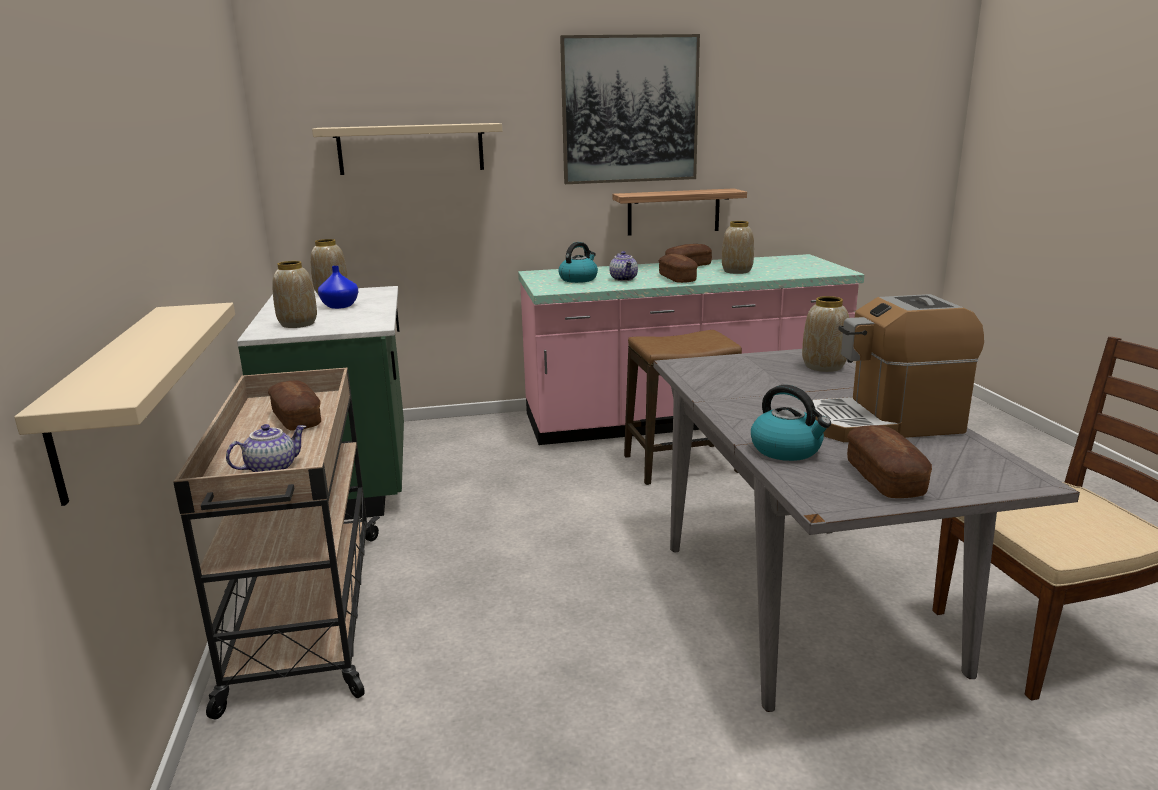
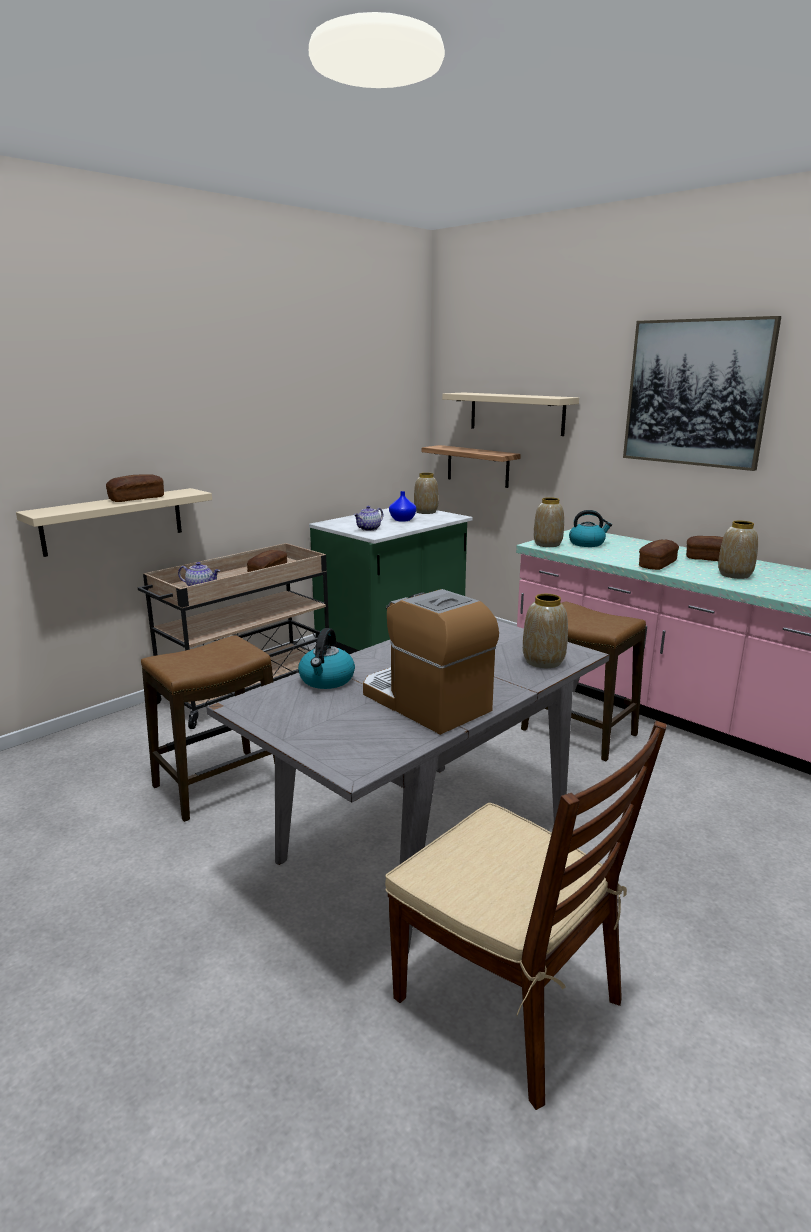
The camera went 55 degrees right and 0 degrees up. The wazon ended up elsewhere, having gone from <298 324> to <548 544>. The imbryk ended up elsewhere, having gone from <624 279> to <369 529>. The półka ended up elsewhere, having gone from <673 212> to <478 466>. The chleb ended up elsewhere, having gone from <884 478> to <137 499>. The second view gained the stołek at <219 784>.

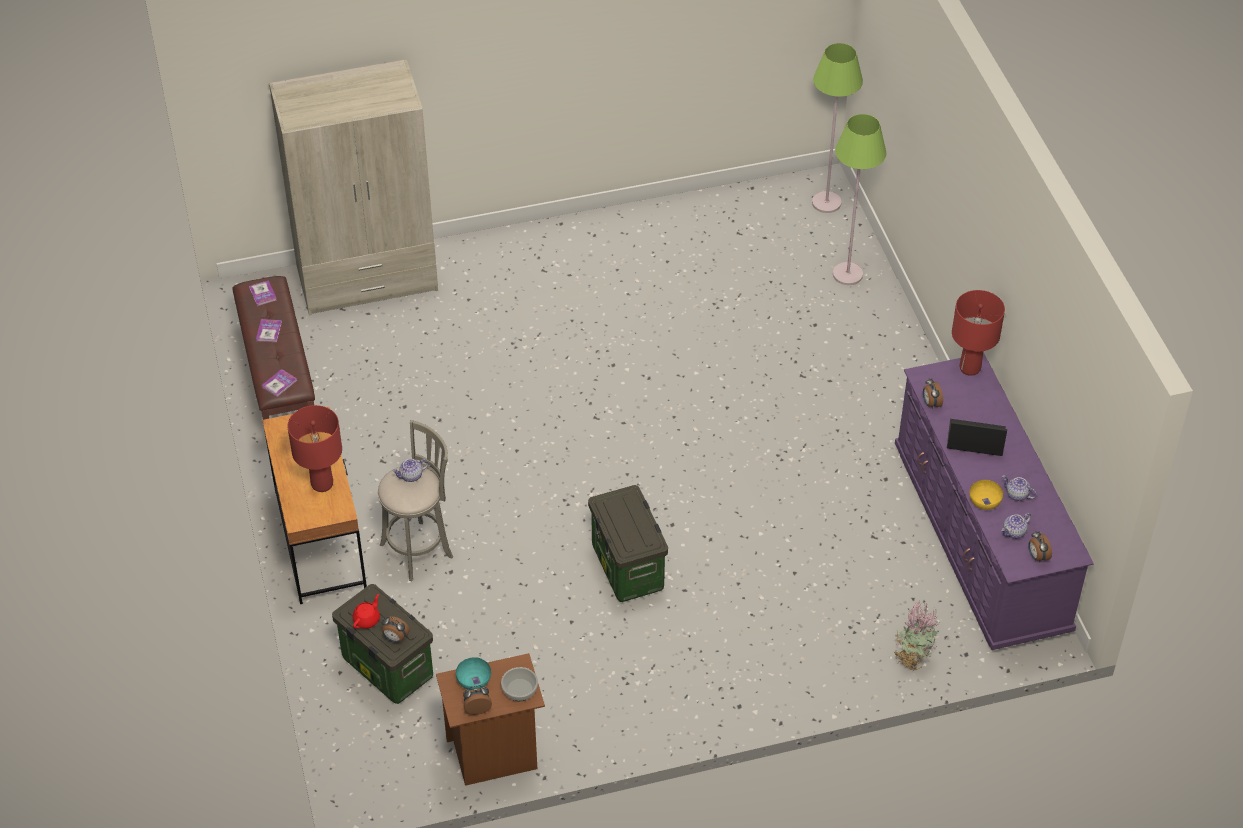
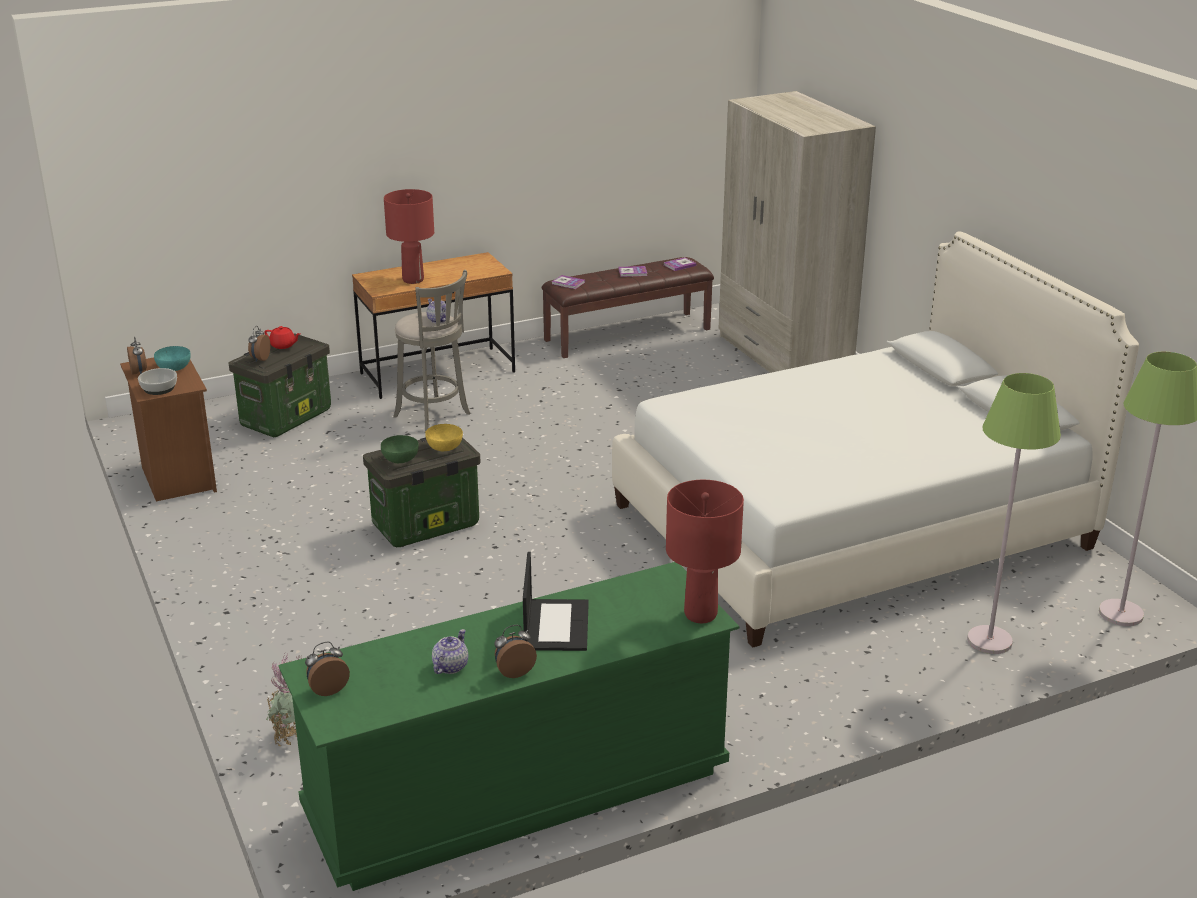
The camera went 80 degrees right and 20 degrees down. What was the komoda/fioletowy at <979 540> turned into the komoda/zielony at <517 791>. The budzik ended up elsewhere, having gone from <930 403> to <514 671>. The miska/żółty ended up elsewhere, having gone from <984 501> to <445 447>. The second view lost the imbryk at <1014 532>. The second view gained the miska/zielony at <401 458>. The second view gained the łóżko/biały at <852 526>.

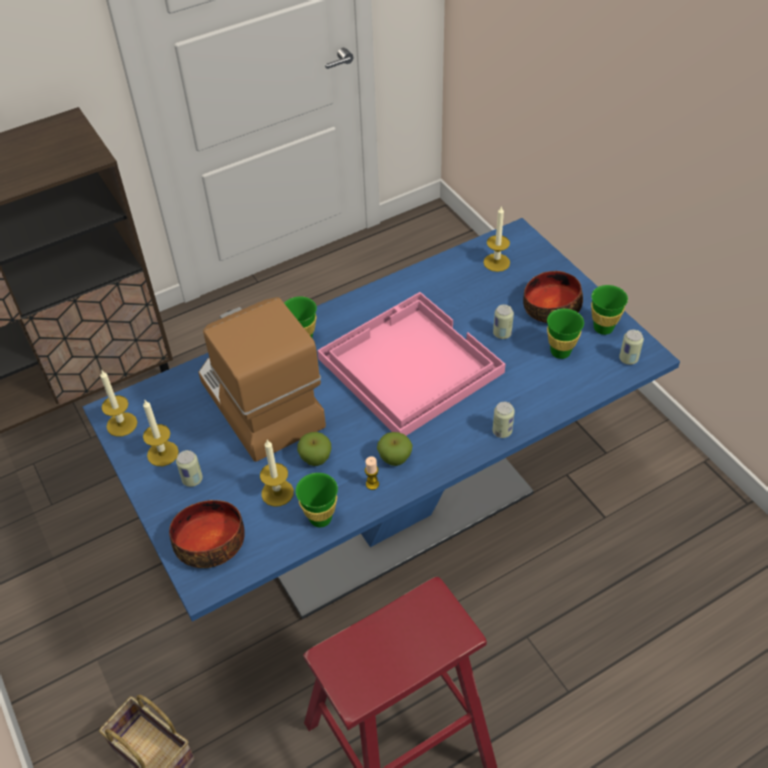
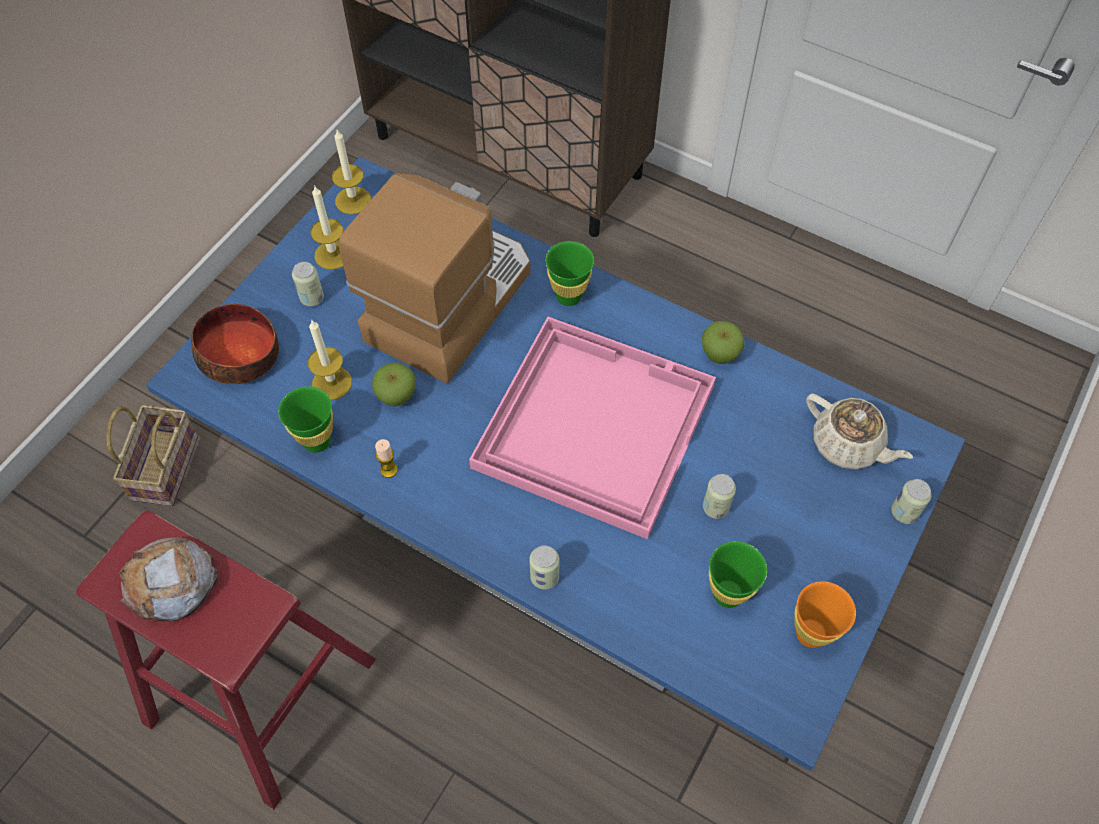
The camera went 60 degrees right and 10 degrees up. The jabłko ended up elsewhere, having gone from <395 459> to <719 354>. Where the świeca stood at <496 262>, the imbryk/beżowy came to stand at <848 445>. The second view lost the miska at <551 306>. What was the filiżanka/zielony at <603 328> turned into the filiżanka/pomarańczowy at <811 633>. The puszka ended up elsewhere, having gone from <628 359> to <904 512>. The second view gained the chleb at <170 583>.

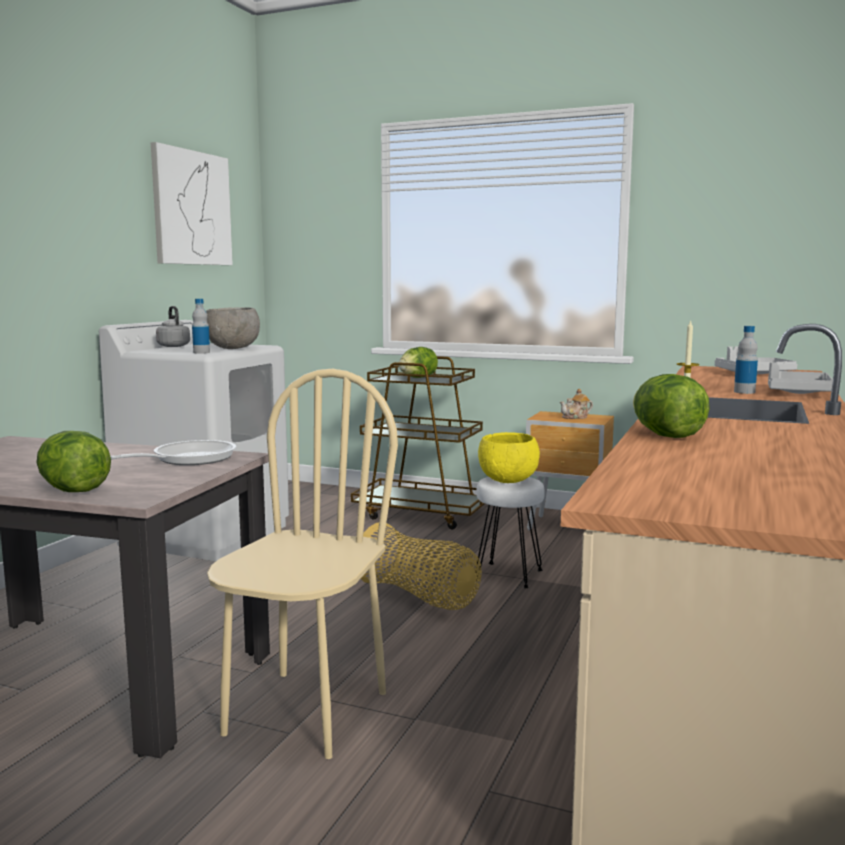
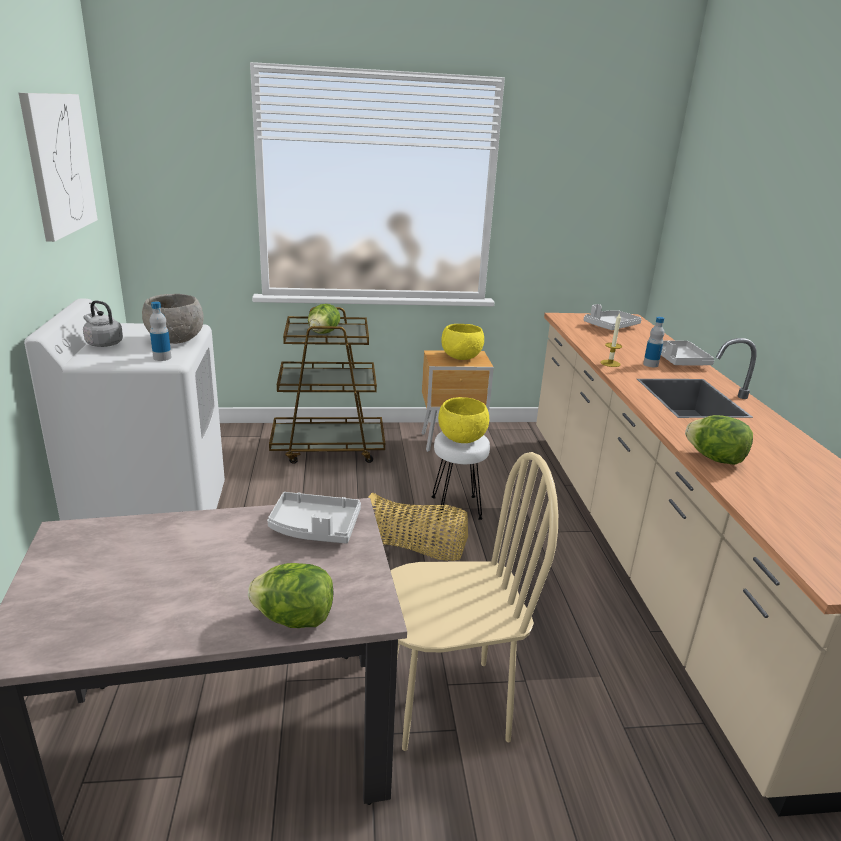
The camera went 30 degrees left and 15 degrees up. Where the patelnia stood at <188 459>, the taca/szary came to stand at <315 528>. The krzesło/beżowy at <305 712> ended up facing another way, 90 degrees clockwise from before. Where the imbryk stood at <576 417>, the miska/żółty came to stand at <461 358>.

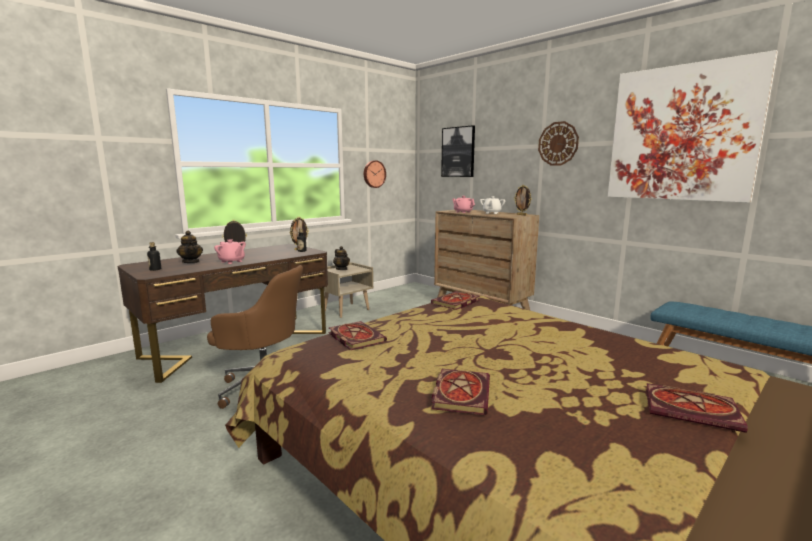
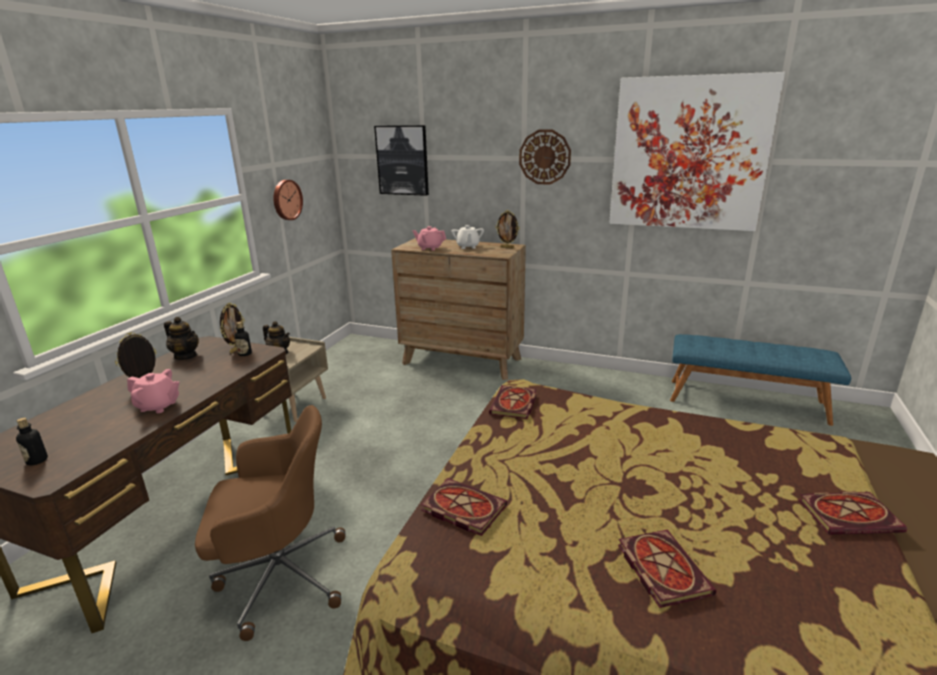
The camera went 25 degrees left and 10 degrees up. The imbryk ended up elsewhere, having gone from <191 262> to <186 356>.

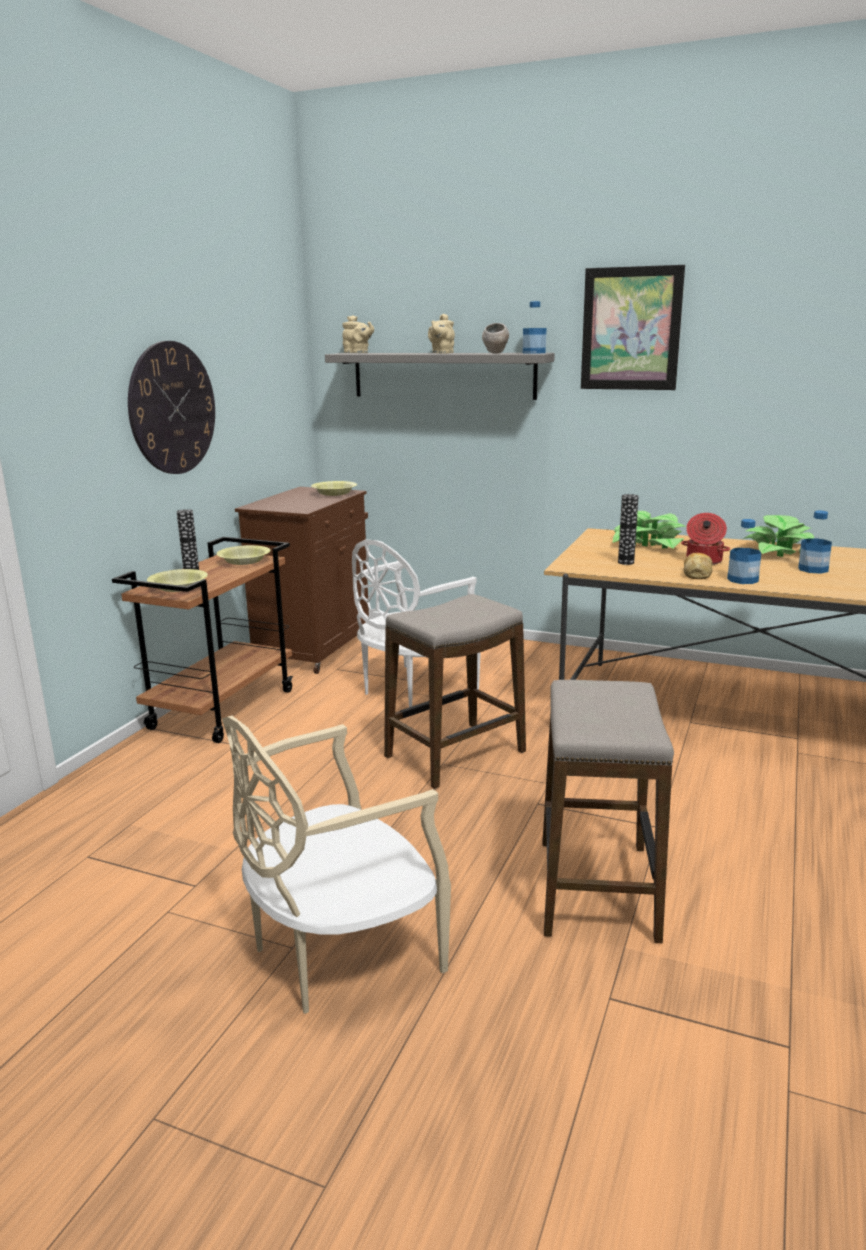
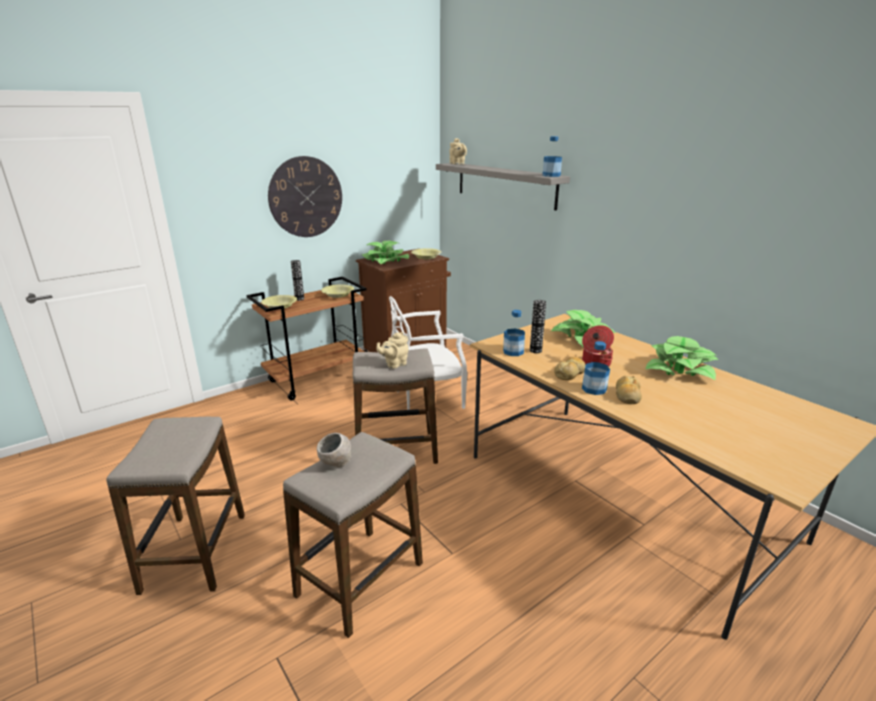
The camera went 30 degrees right and 5 degrees up. Where the krzesło/beżowy stood at <339 952>, the stołek came to stand at <195 552>. The imbryk/beżowy ended up elsewhere, having gone from <442 353> to <394 364>. The miska/szary ended up elsewhere, having gone from <495 353> to <336 465>. The second view lost the obraz at <631 329>. The butelka ended up elsewhere, having gone from <813 569> to <513 352>. The second view gained the roślina doniczkowa at <385 261>. The second view gained the chleb at <627 396>.

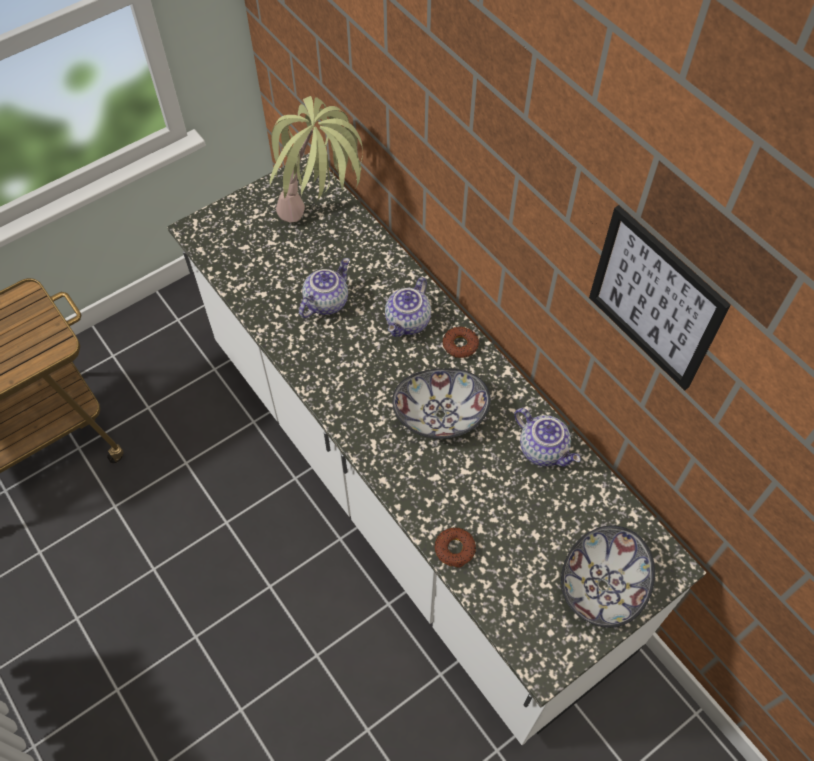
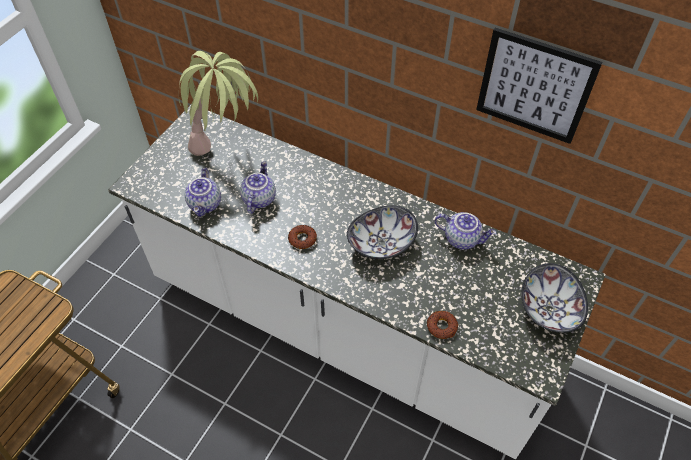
The camera went 25 degrees left and 5 degrees down. The imbryk ended up elsewhere, having gone from <408 322> to <206 204>. The donut ended up elsewhere, having gone from <460 345> to <302 239>.

